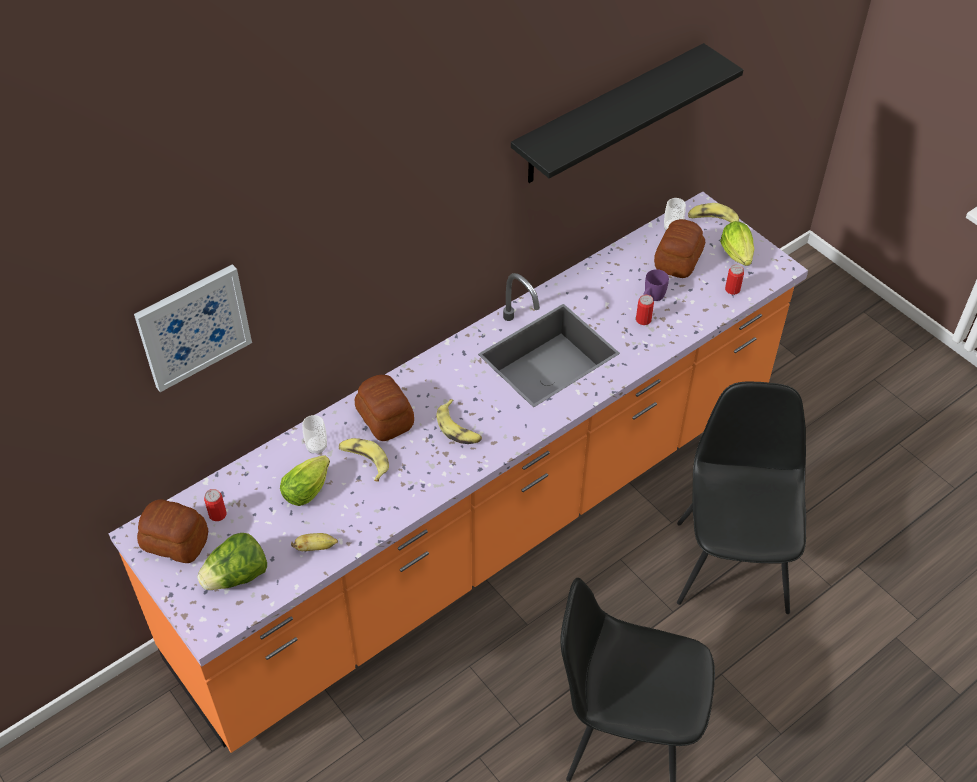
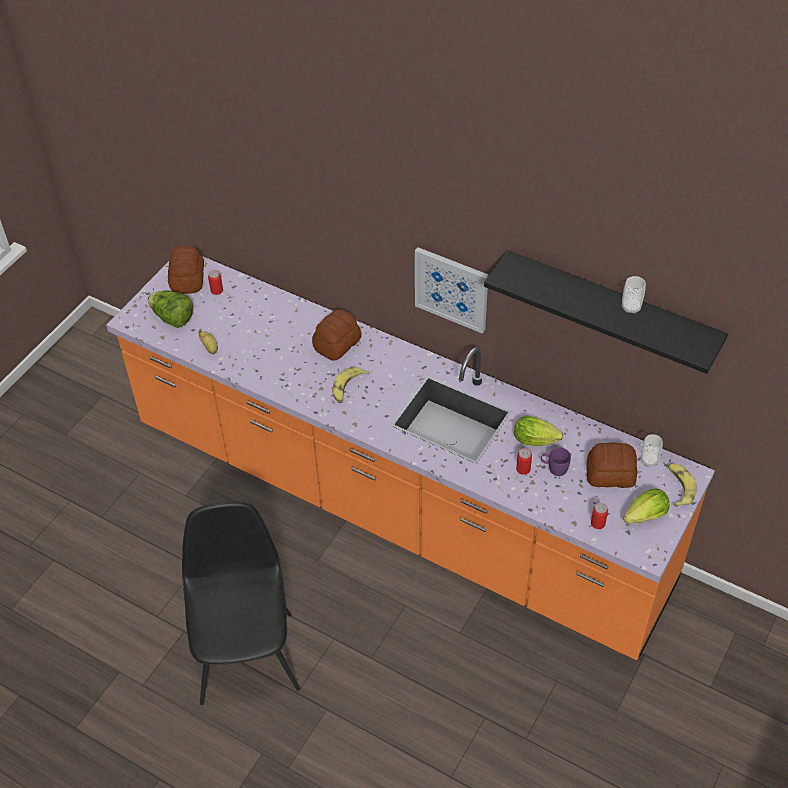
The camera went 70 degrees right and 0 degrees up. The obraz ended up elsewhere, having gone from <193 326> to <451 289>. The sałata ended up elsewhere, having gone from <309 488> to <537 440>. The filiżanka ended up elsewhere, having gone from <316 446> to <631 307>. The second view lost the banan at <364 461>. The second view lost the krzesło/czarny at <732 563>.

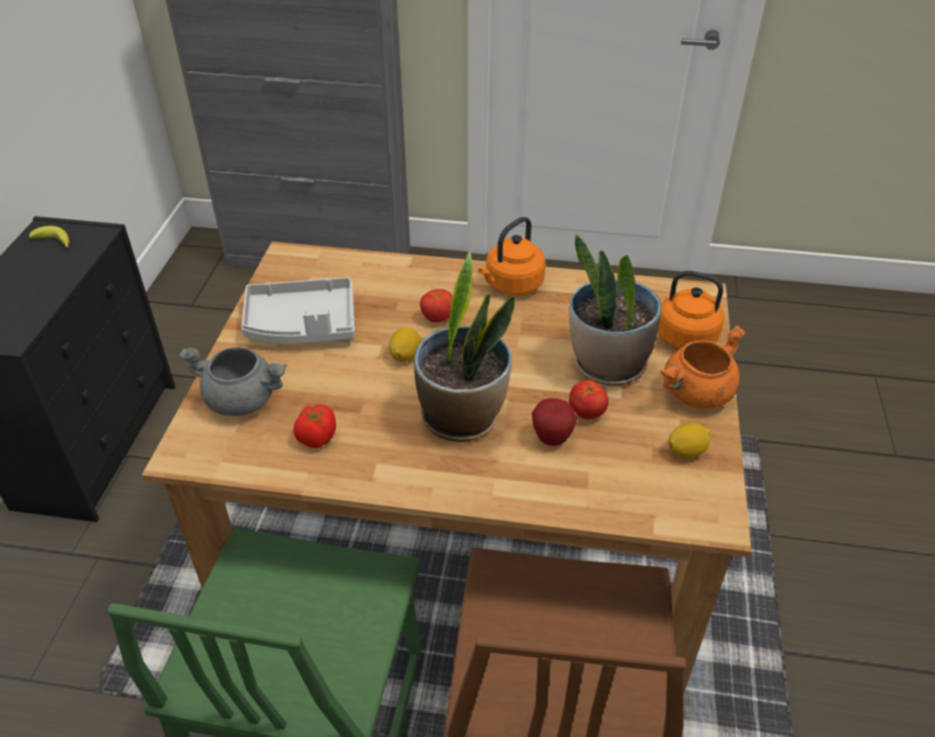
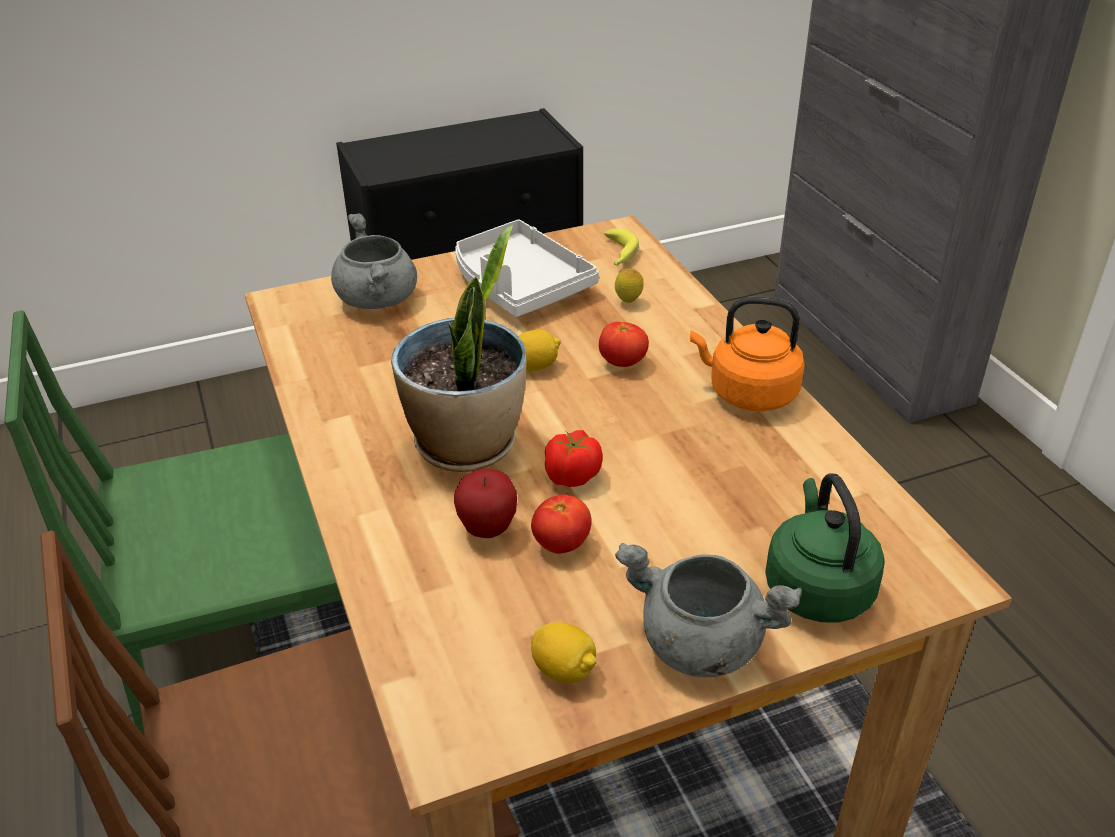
The camera went 60 degrees right and 5 degrees down. The banan ended up elsewhere, having gone from <55 243> to <618 255>. The pomidor ended up elsewhere, having gone from <316 438> to <572 476>. The second view lost the roślina doniczkowa at <607 365>. What was the czajnik/pomarańczowy at <682 336> turned into the czajnik/zielony at <816 587>. What was the garnek/pomarańczowy at <696 394> turned into the garnek/szary at <698 644>. The second view gained the cytryna at <628 302>.

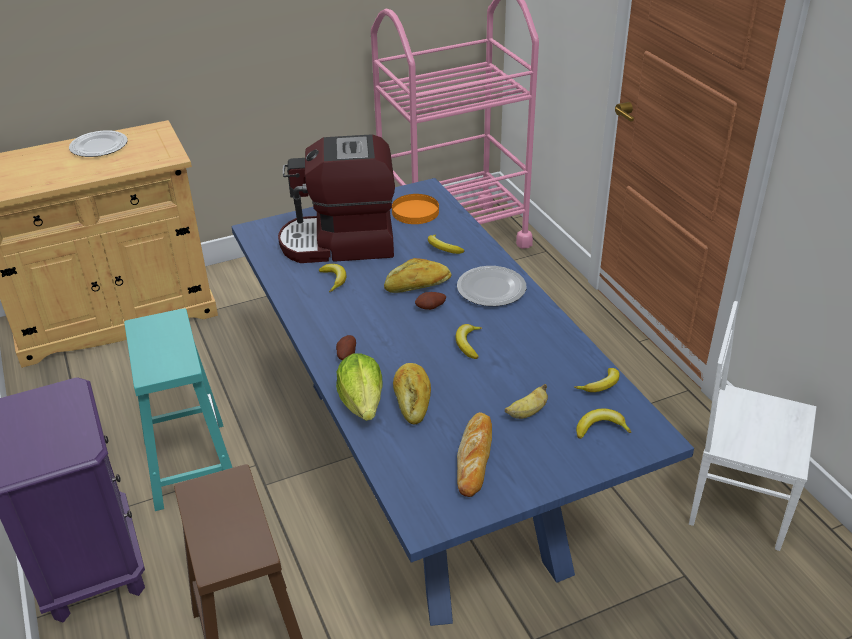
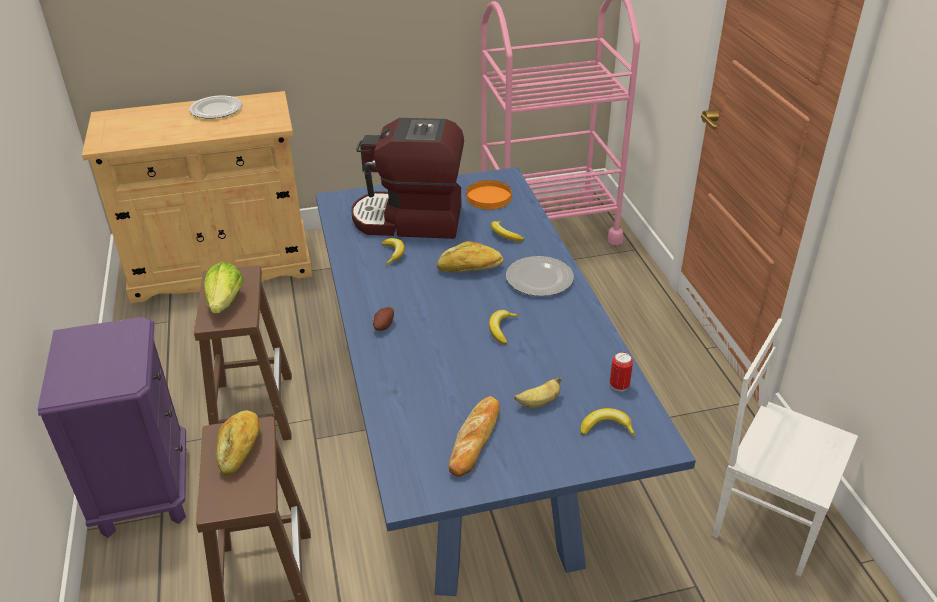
The camera went 10 degrees right and 0 degrees up. What was the stołek/turkusowy at <189 463> turned into the stołek/brązowy at <253 409>. The sałata ended up elsewhere, having gone from <362 403> to <225 302>. The chleb ended up elsewhere, having gone from <412 400> to <240 448>. The second view lost the ziemniak at <431 308>. Where the banan stood at <601 385>, the puszka came to stand at <619 386>.

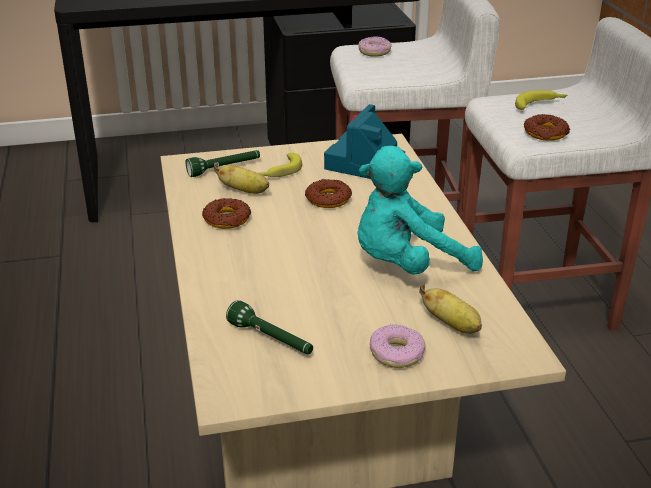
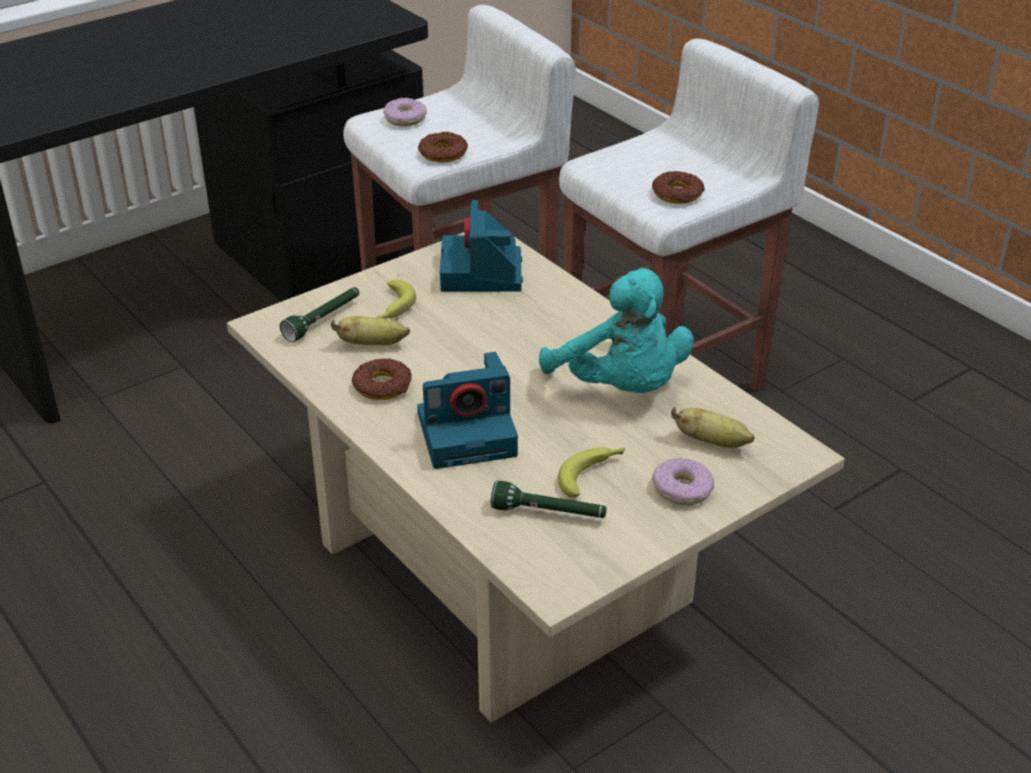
The camera went 25 degrees left and 5 degrees up. The donut ended up elsewhere, having gone from <328 199> to <443 153>. The pluszak/turkusowy at <407 265> ended up facing another way, 75 degrees counterclockwise from before. The banan ended up elsewhere, having gone from <540 105> to <592 474>. The second view gained the aparat fotograficzny at <469 433>.

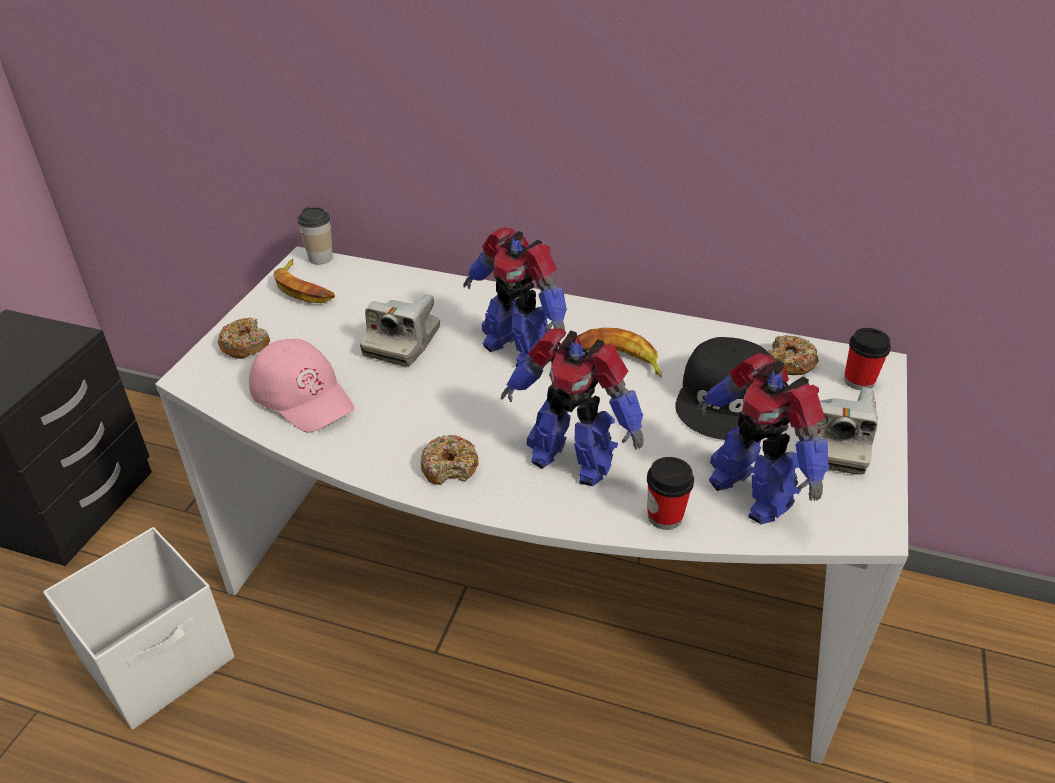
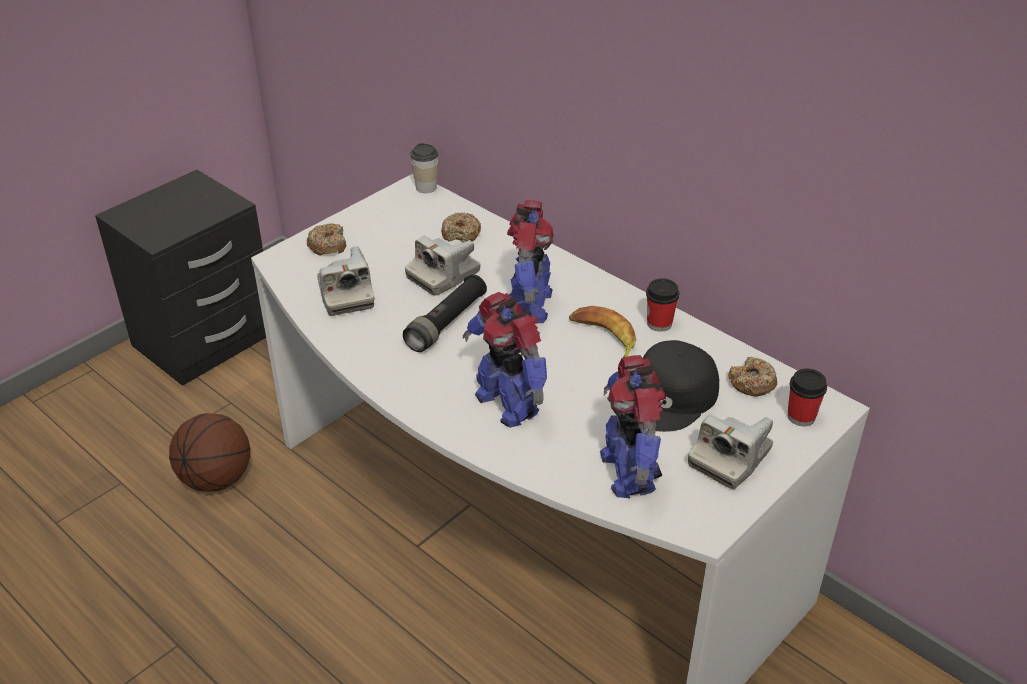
The camera went 25 degrees right and 0 degrees up. Where the pojemnik do przechowywania/biały stood at <161 660>, the piłka do koszykówki came to stand at <216 478>. Where the czapka z daszkiem/różowy stood at <303 394>, the aparat fotograficzny came to stand at <346 295>. The second view lost the banan at <304 288>. The donut ended up elsewhere, having gone from <450 467> to <461 234>. The robot zabawkowy at <517 349> ended up facing another way, 150 degrees counterclockwise from before. The filiżanka ended up elsewhere, having gone from <665 516> to <659 323>. The second view gained the latarka/czarny at <447 323>.

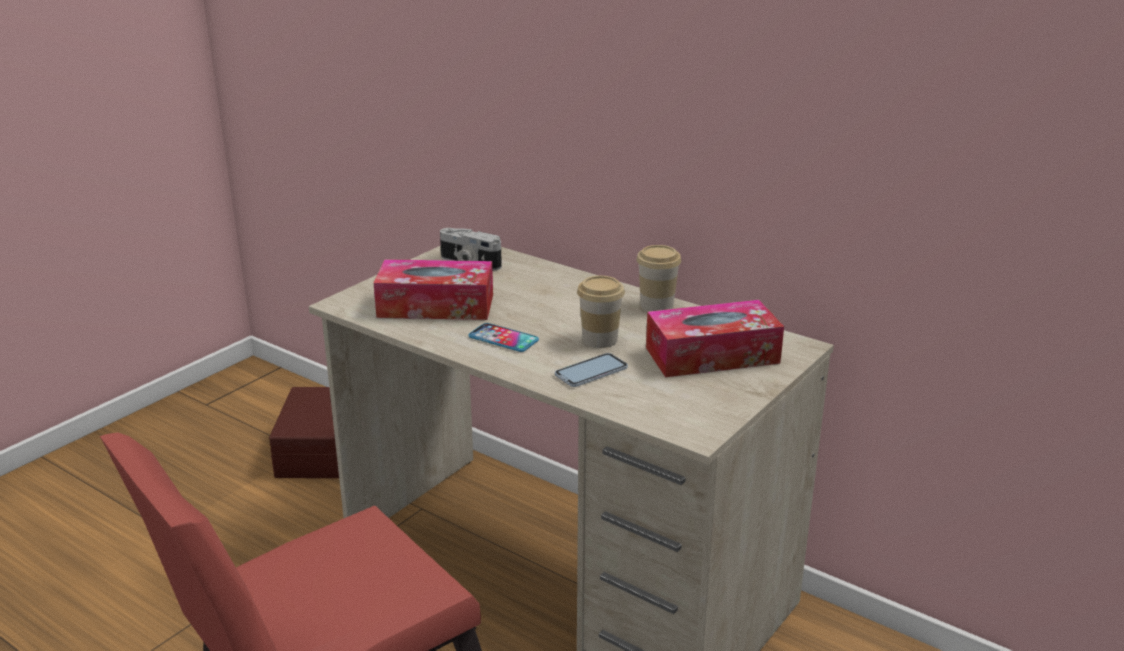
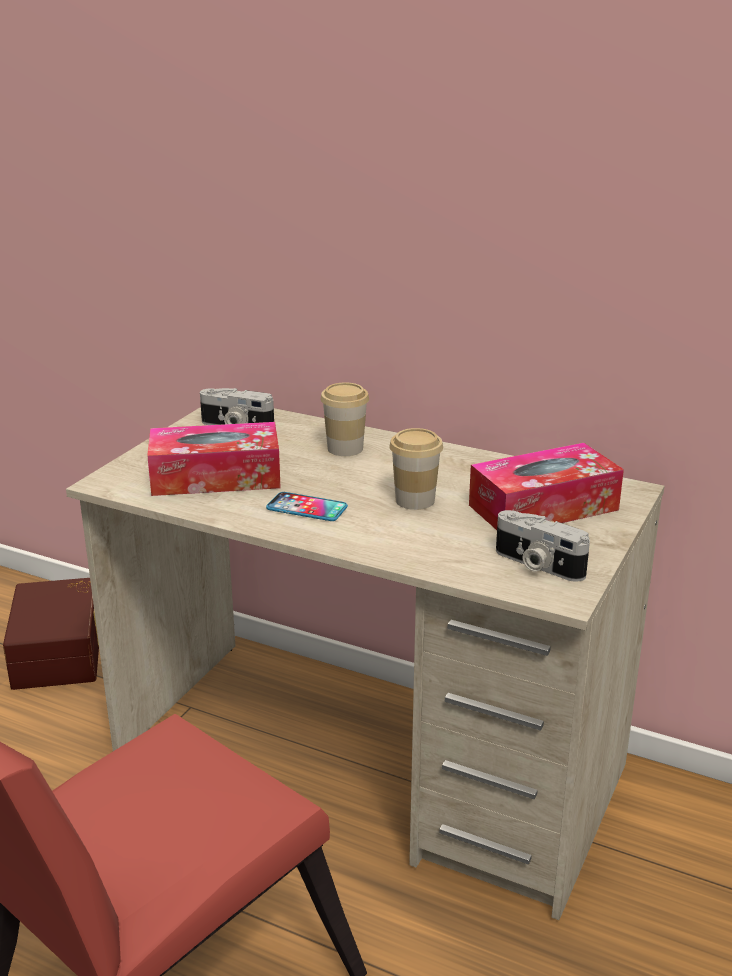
The camera went 10 degrees left and 0 degrees up. The second view lost the telefon at <591 371>. The filiżanka ended up elsewhere, having gone from <656 305> to <345 448>. The second view gained the aparat fotograficzny at <537 565>.

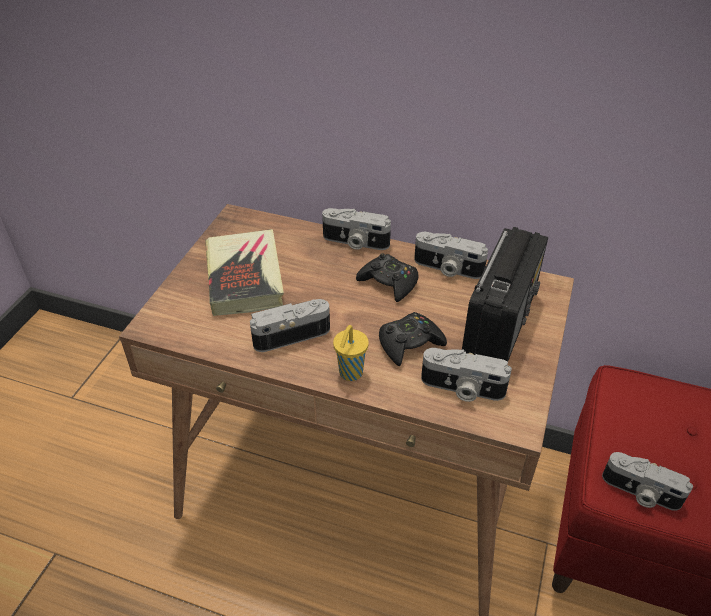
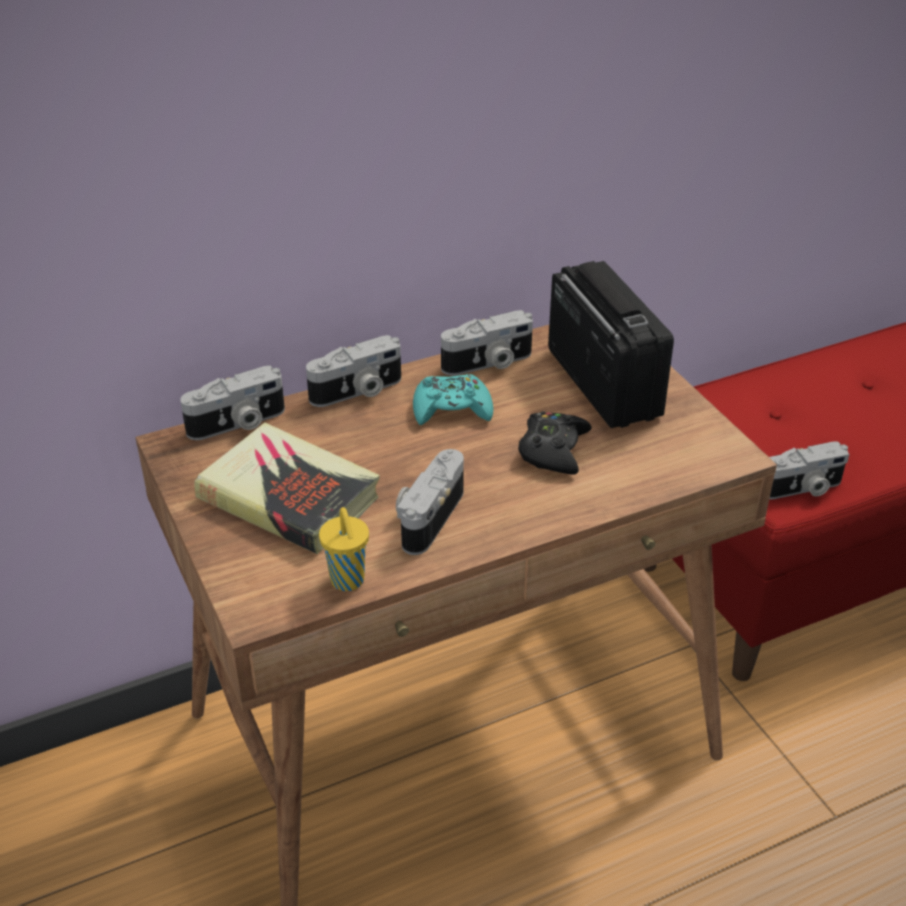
The camera went 45 degrees left and 5 degrees down. The filiżanka/żółty ended up elsewhere, having gone from <350 373> to <348 581>. What was the pad do gier/czarny at <389 282> turned into the pad do gier/turkusowy at <452 409>. The aparat fotograficzny ended up elsewhere, having gone from <462 389> to <238 424>.

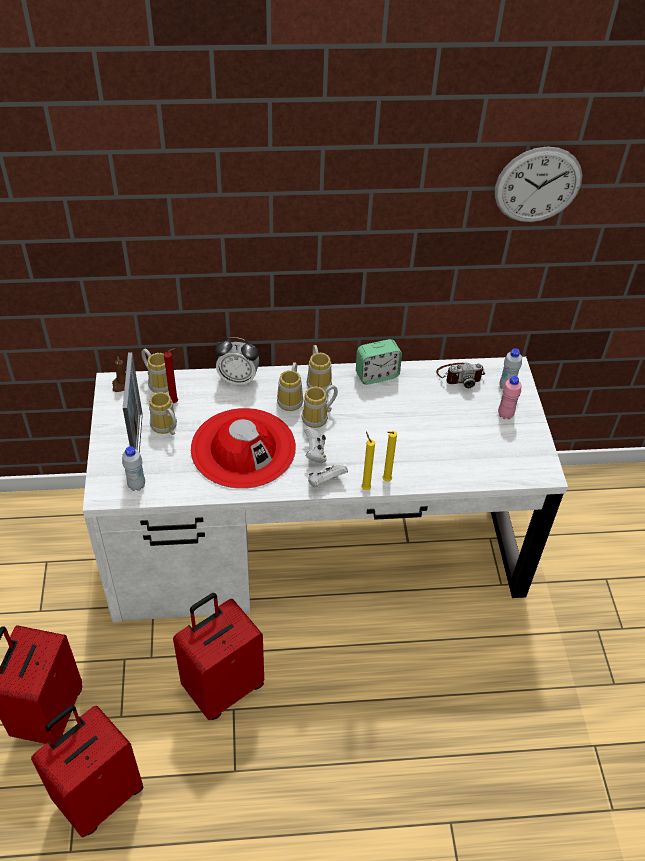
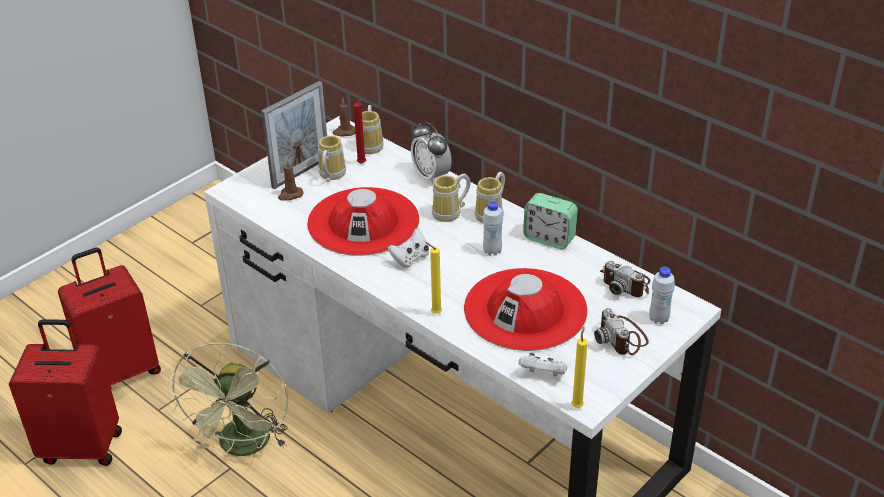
The camera went 50 degrees right and 10 degrees down. The butelka/biały ended up elsewhere, having gone from <136 485> to <492 251>. Where the walizka/czerwony stood at <223 687>, the wentylator/zielony came to stand at <243 447>. The second view lost the kubek at <319 418>. The pad do gier/biały ended up elsewhere, having gone from <325 482> to <543 374>. The świeca/żółty ended up elsewhere, having gone from <365 487> to <577 405>. The second view lost the zegar ścienny at <538 185>. Where the butelka/różowy stood at <505 414>, the aparat fotograficzny came to stand at <622 338>. The second view gained the świeca/brązowy at <290 195>. The second view gained the kapelusz/czerwony at <525 309>.

